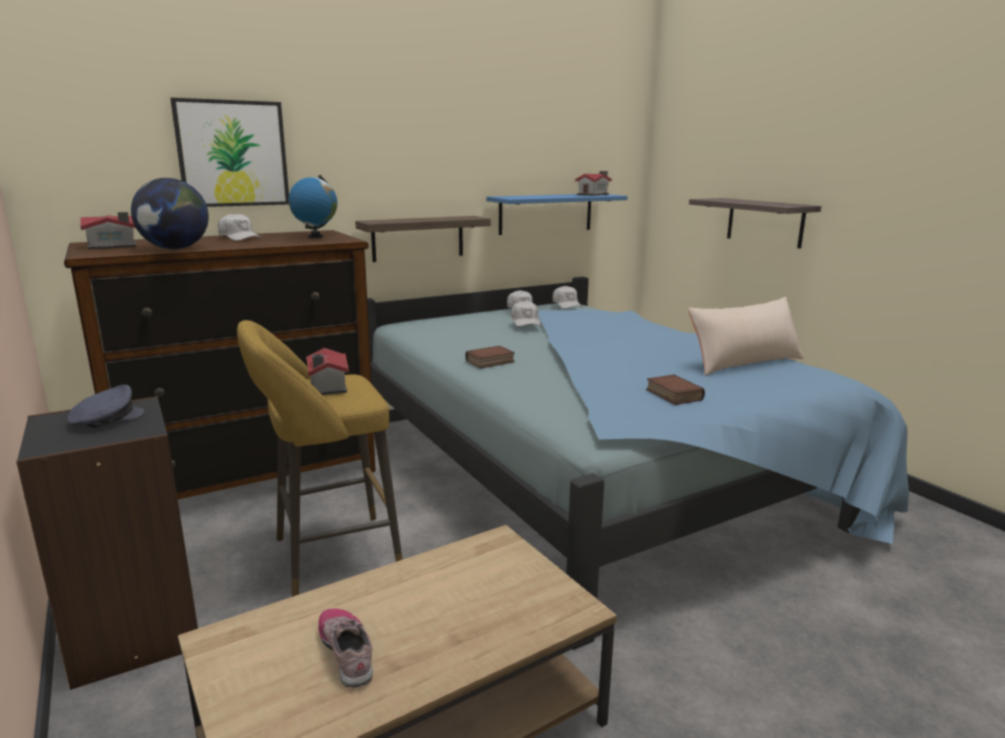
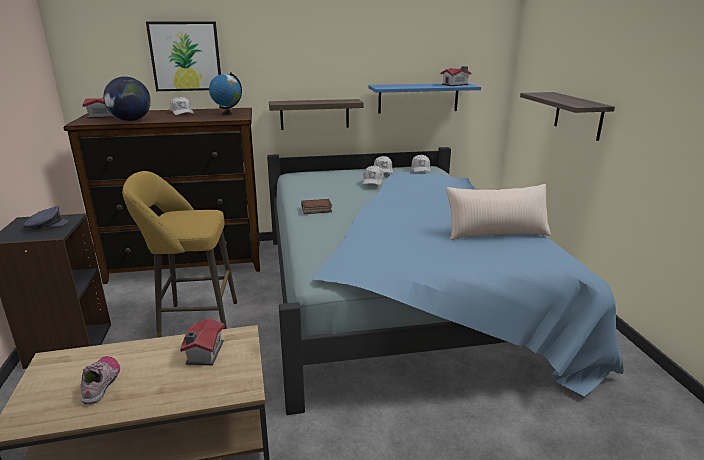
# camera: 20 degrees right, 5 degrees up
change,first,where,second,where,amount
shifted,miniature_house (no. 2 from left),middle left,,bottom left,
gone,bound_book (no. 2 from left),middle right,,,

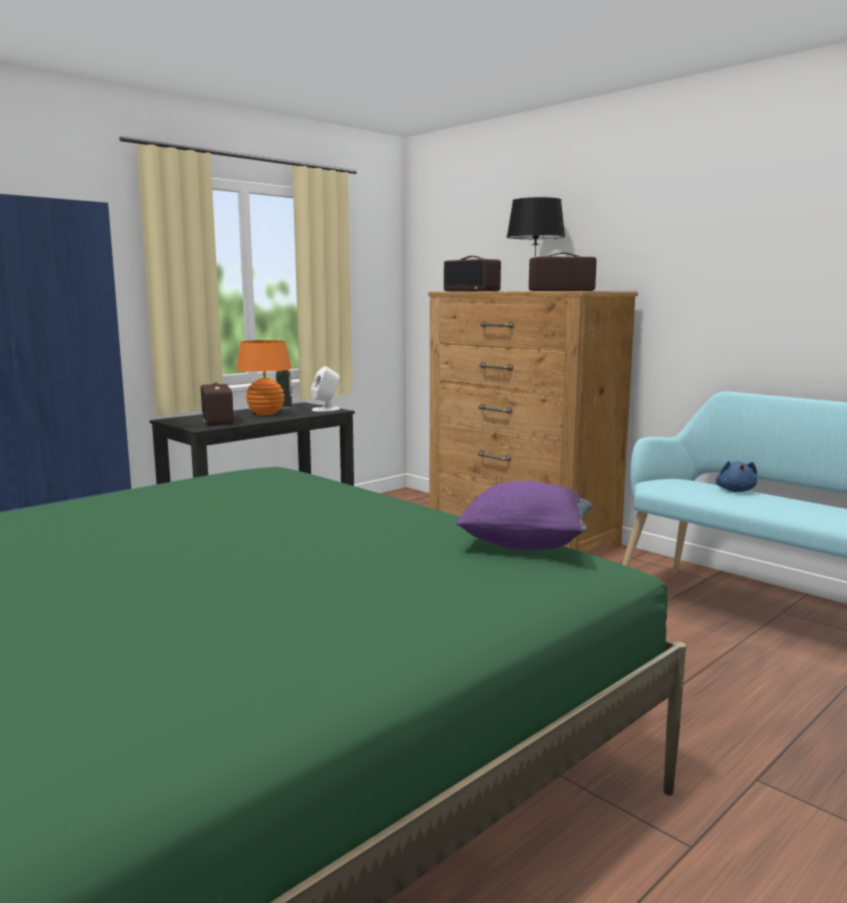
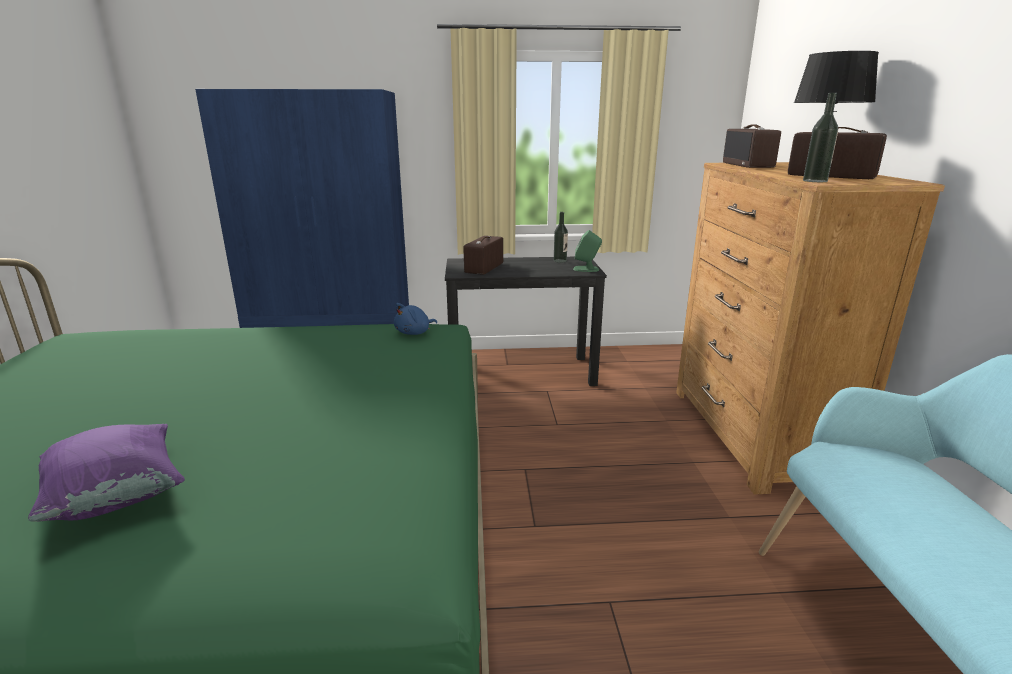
# camera: 40 degrees right, 10 degrees up
change,first,where,second,where,amount
gone,orange_tabletop_lamp,middle left,,,
repainted,white-coloured_audio_speaker,centre,green_audio_speaker,centre,
shifted,purple_pillow,centre,,bottom left,
shifted,blue_cuddly_toy,middle right,,centre,
new,,,drink_bottle (no. 2 from left),top right,

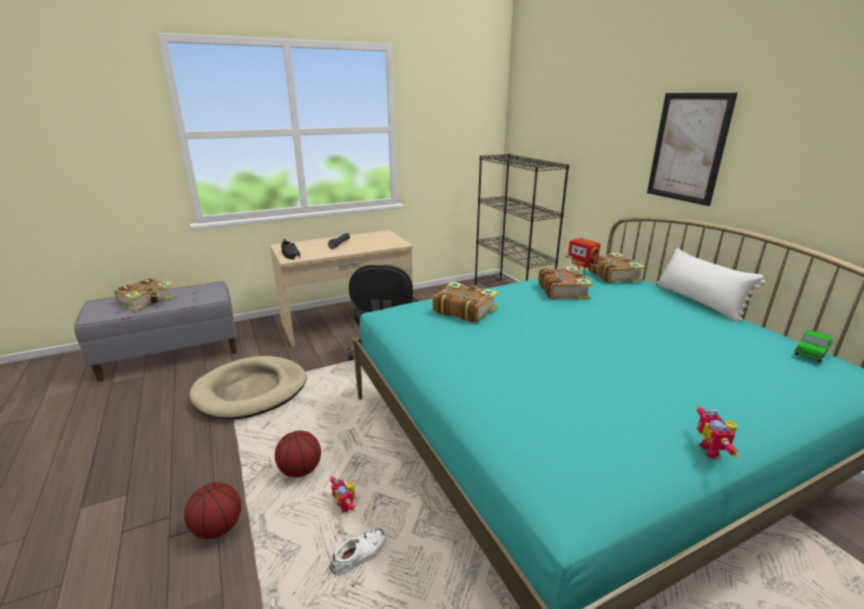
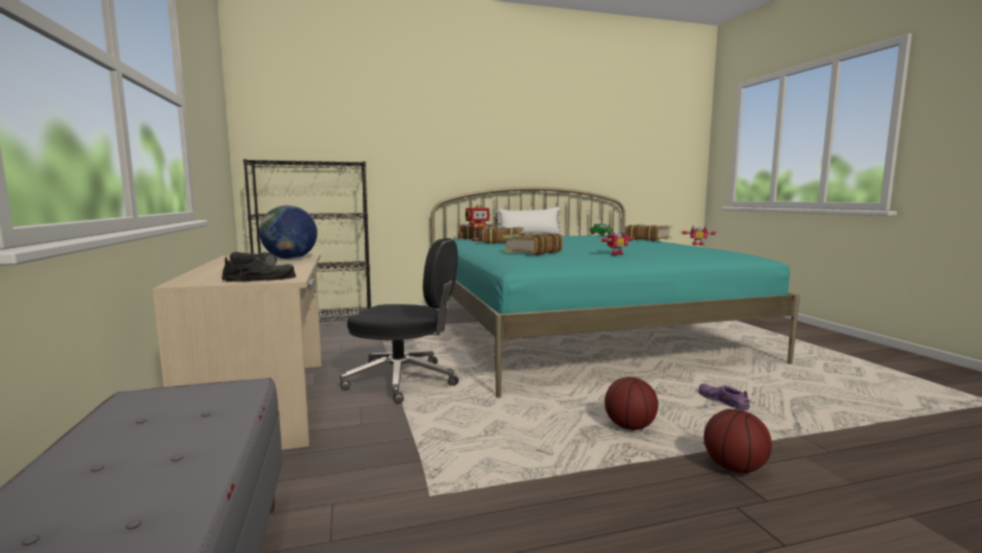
# camera: 80 degrees left, 15 degrees down
change,first,where,second,where,amount
shifted,bound_book (no. 1 from left in the first image),middle left,bound_book (no. 4 from left),centre,
gone,beige-coloured_dog_cushion,middle left,,,
shifted,toy_robot (no. 1 from left in the first image),bottom centre,toy_robot (no. 2 from left),centre,
repainted,white-coloured_item_of_footwear,bottom centre,purple_item_of_footwear,bottom right,
gone,wall_picture,top right,,,
new,,,globe,middle left,

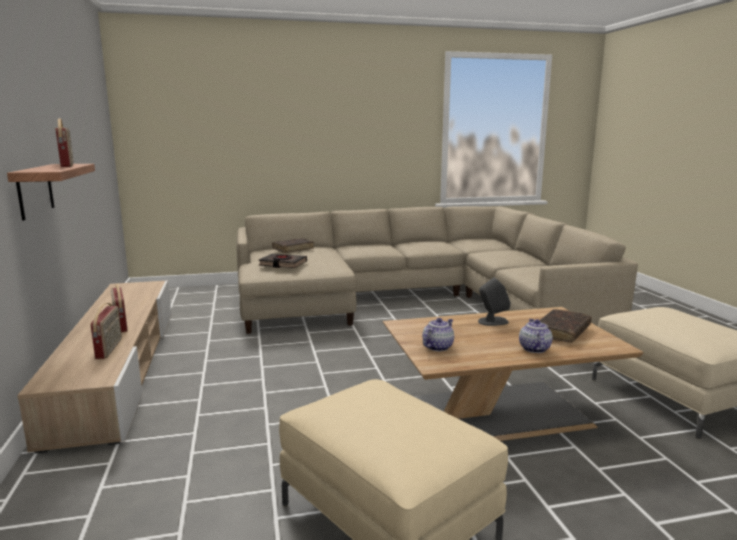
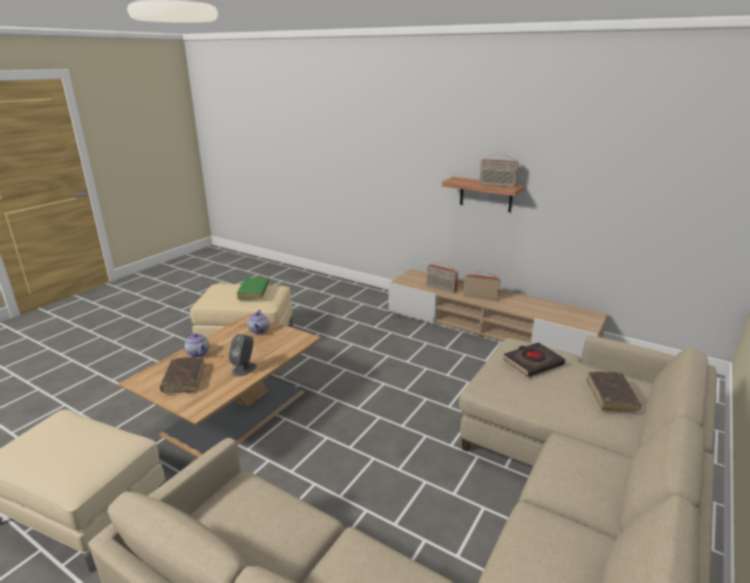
# camera: 135 degrees right, 10 degrees up
change,first,where,second,where,amount
new,,,green_bound_book,centre,

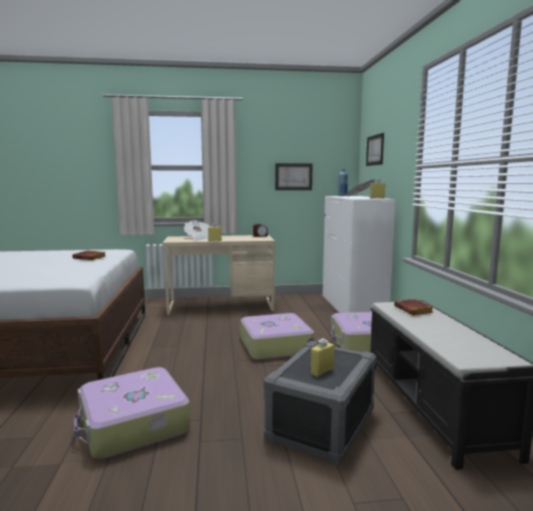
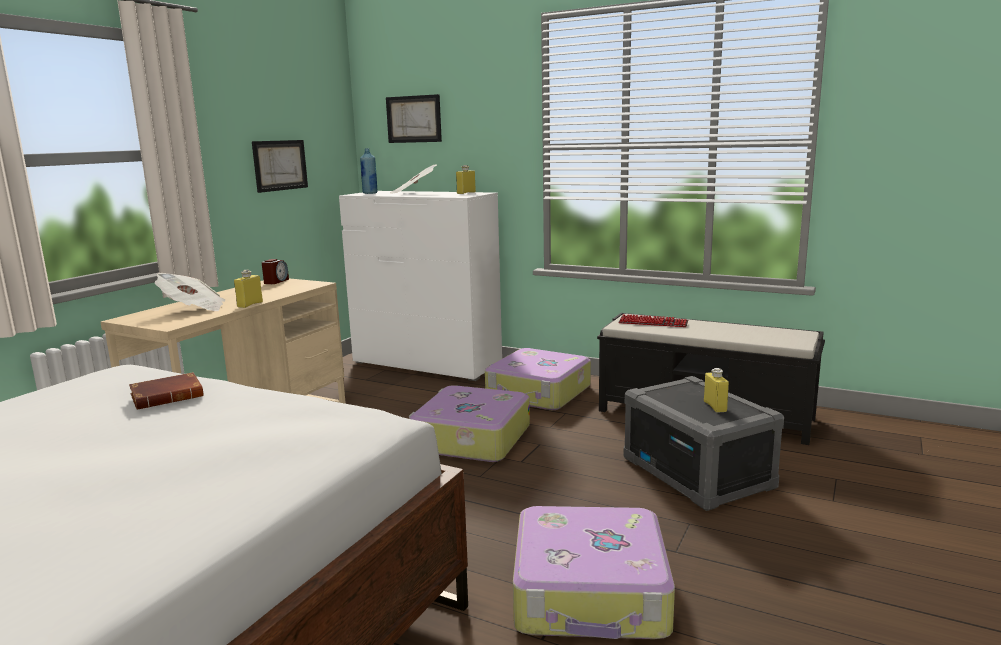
# camera: 55 degrees left, 5 degrees up
change,first,where,second,where,amount
swapped,brown-coloured_bound_book (no. 2 from left),middle right,keyboard,centre,

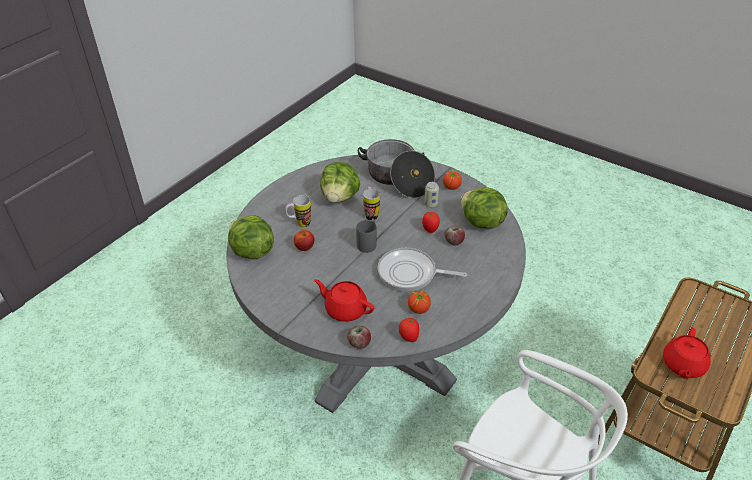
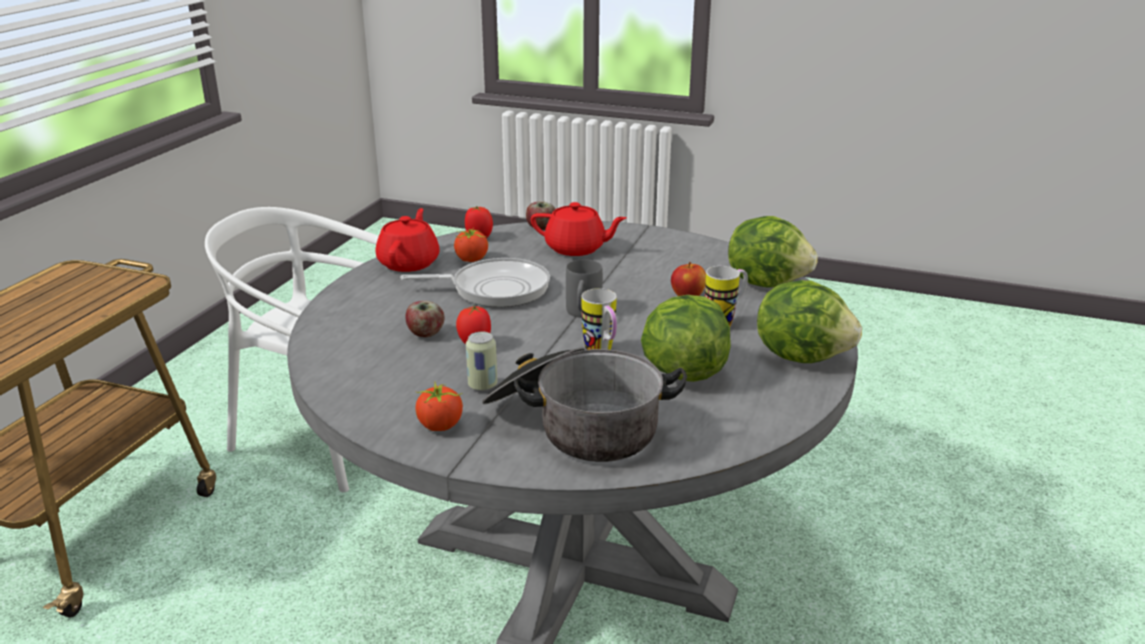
# camera: 165 degrees right, 15 degrees down
change,first,where,second,where,amount
shifted,head_of_lettuce (no. 3 from left),centre,,middle right,
shifted,red-coloured_pot_for_tea (no. 2 from left in the first image),bottom right,red-coloured_pot_for_tea (no. 1 from left),centre,

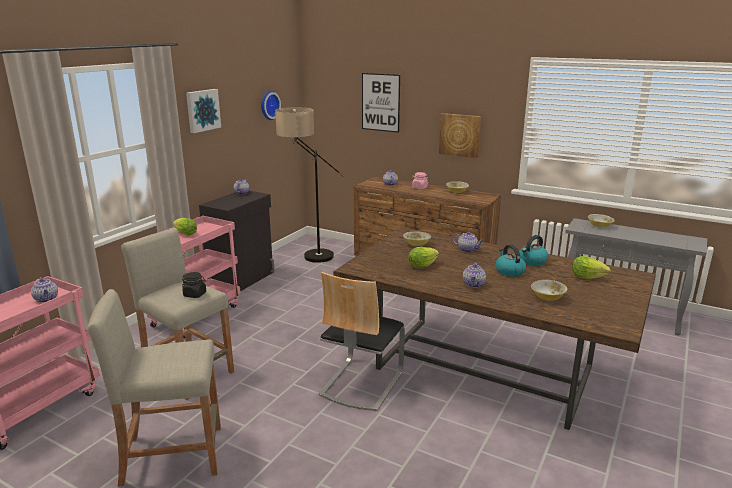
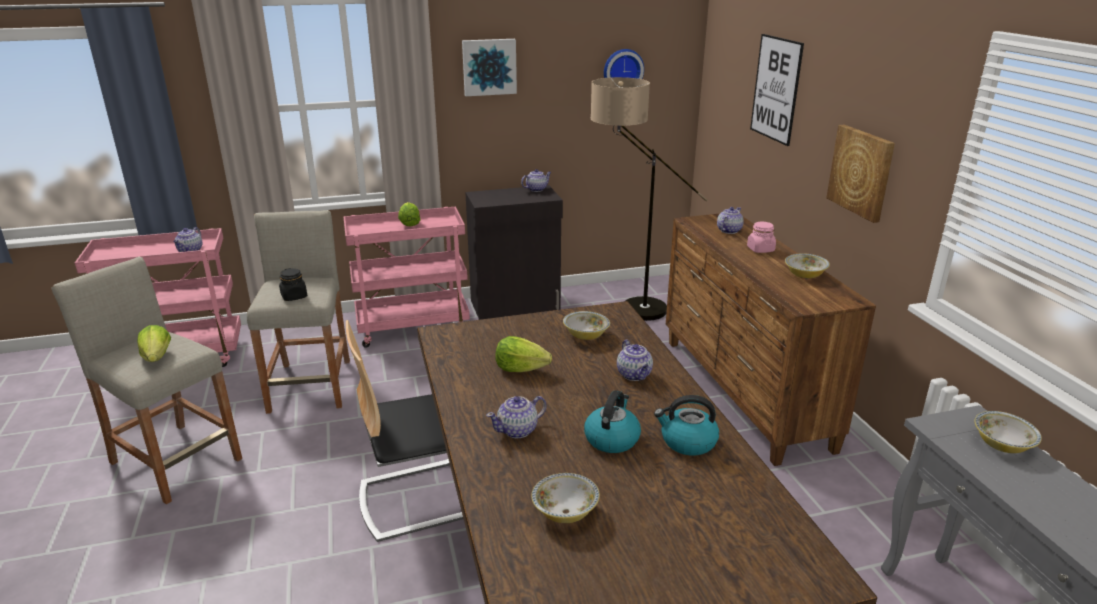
# camera: 45 degrees right, 5 degrees up
change,first,where,second,where,amount
shifted,head_of_lettuce (no. 3 from left in the first image),middle right,head_of_lettuce (no. 1 from left),middle left,

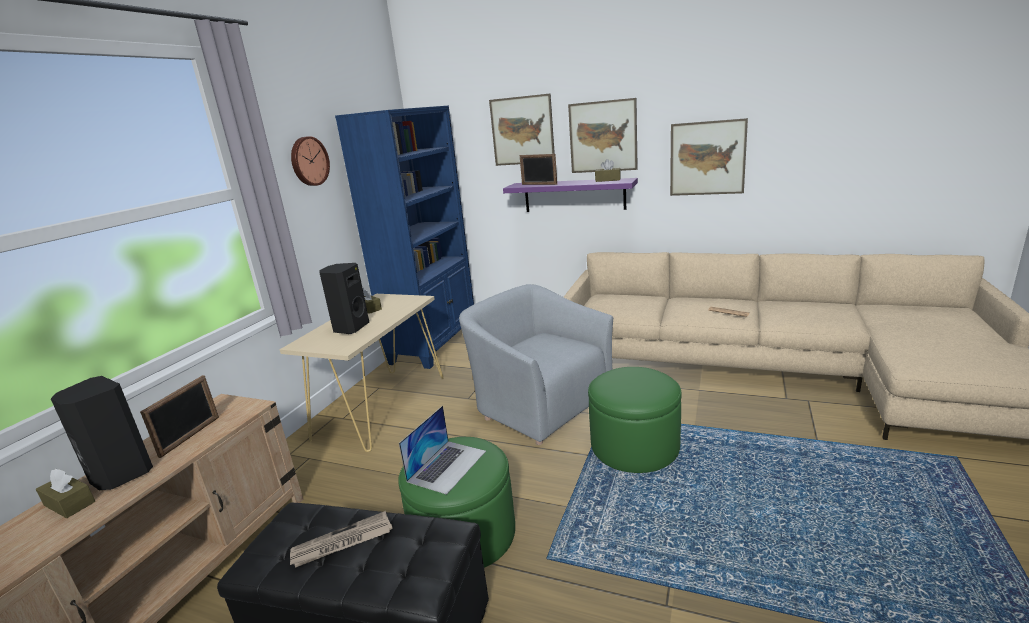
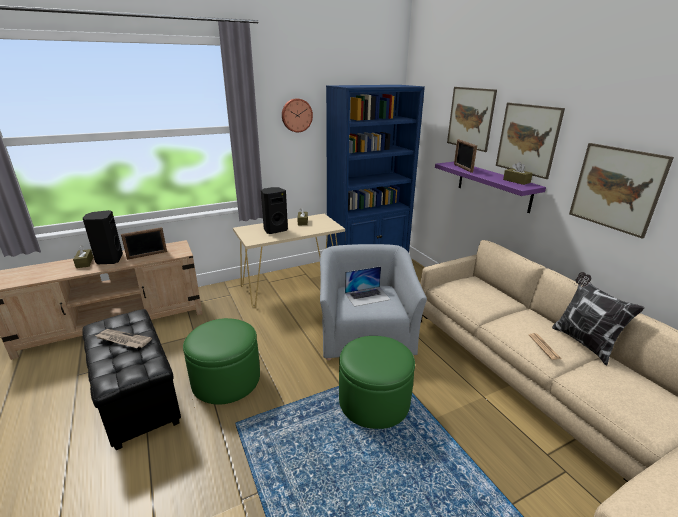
# camera: 40 degrees right, 5 degrees up
change,first,where,second,where,amount
shifted,notebook_computer,bottom centre,,centre,
new,,,pillow,middle right,

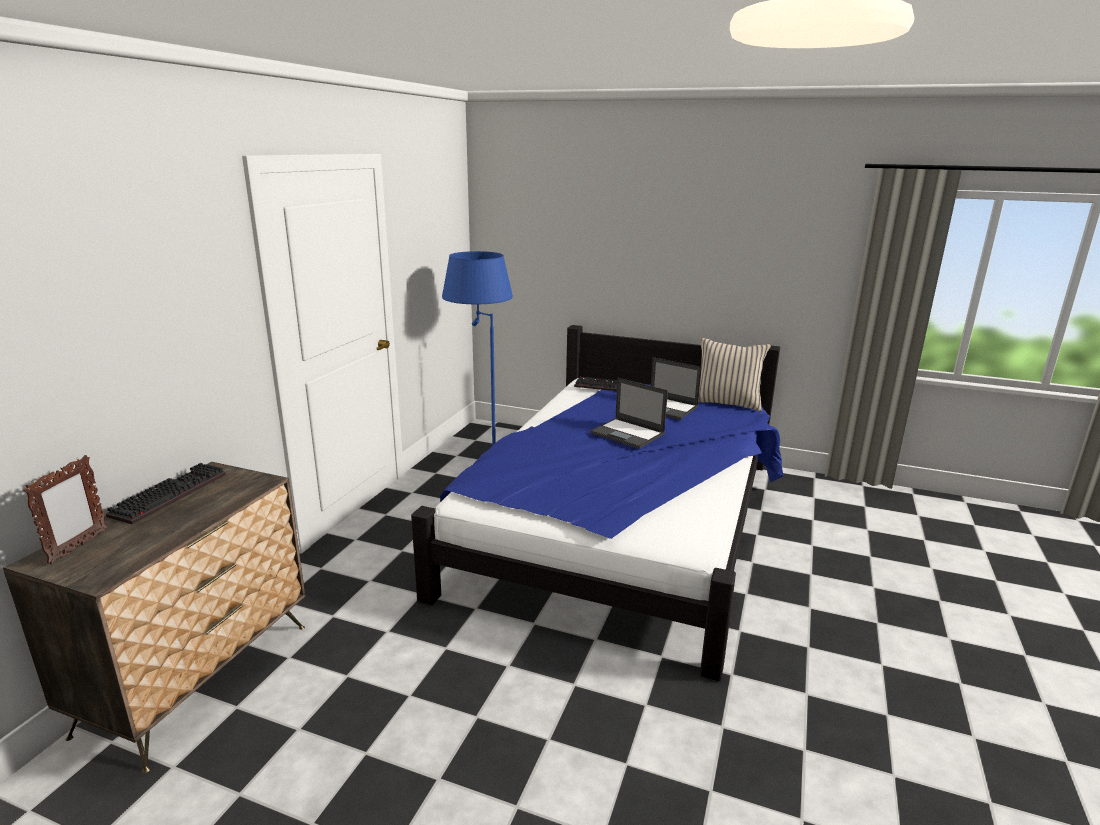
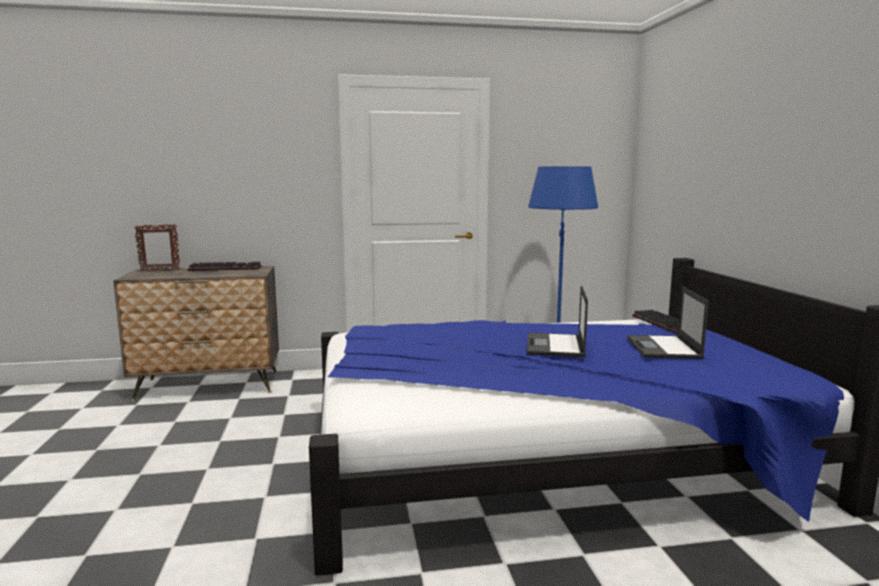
# camera: 60 degrees right, 10 degrees down
change,first,where,second,where,amount
gone,beige-coloured_pillow,middle right,,,

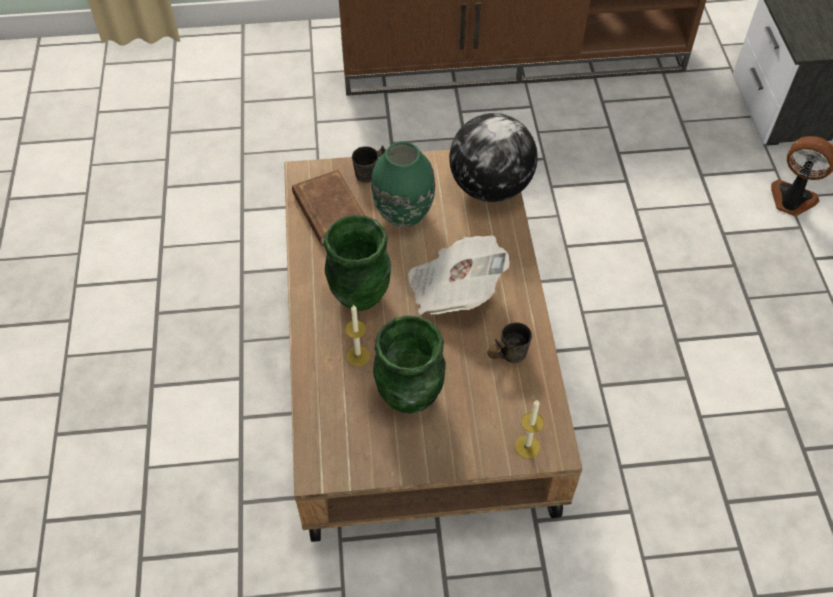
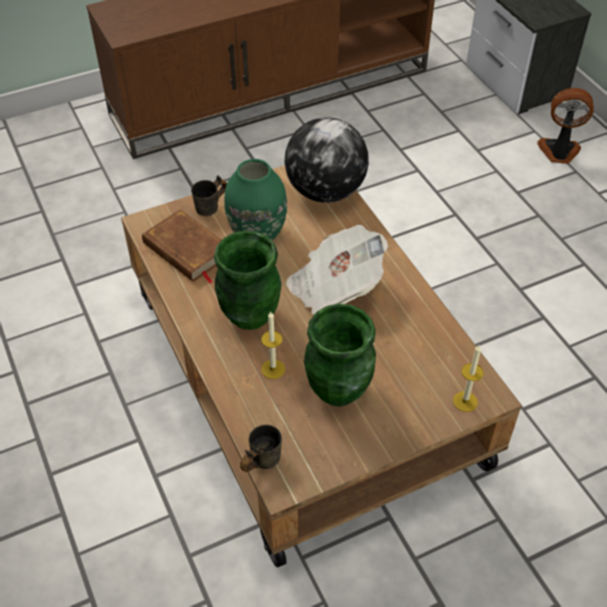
# camera: 20 degrees left, 5 degrees down
change,first,where,second,where,amount
shifted,gray_mug (no. 2 from left),centre,,bottom centre,

